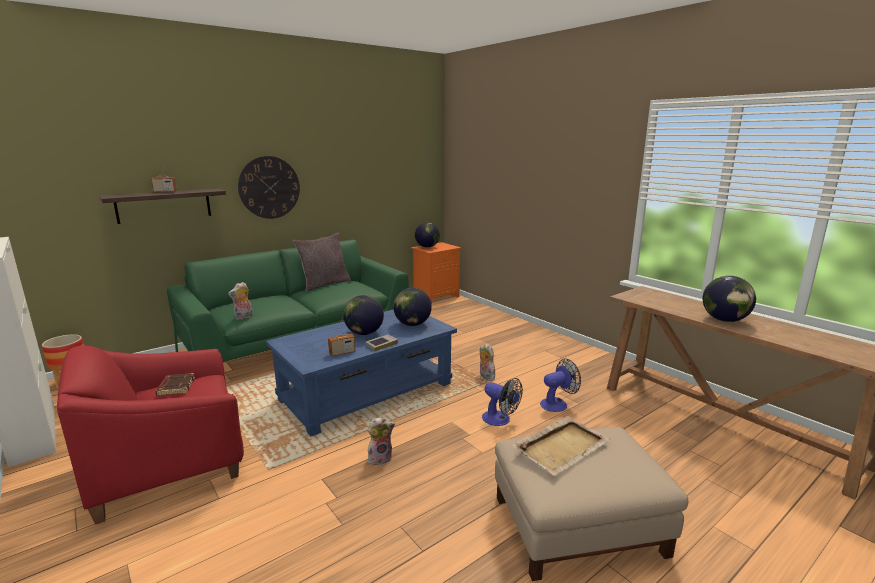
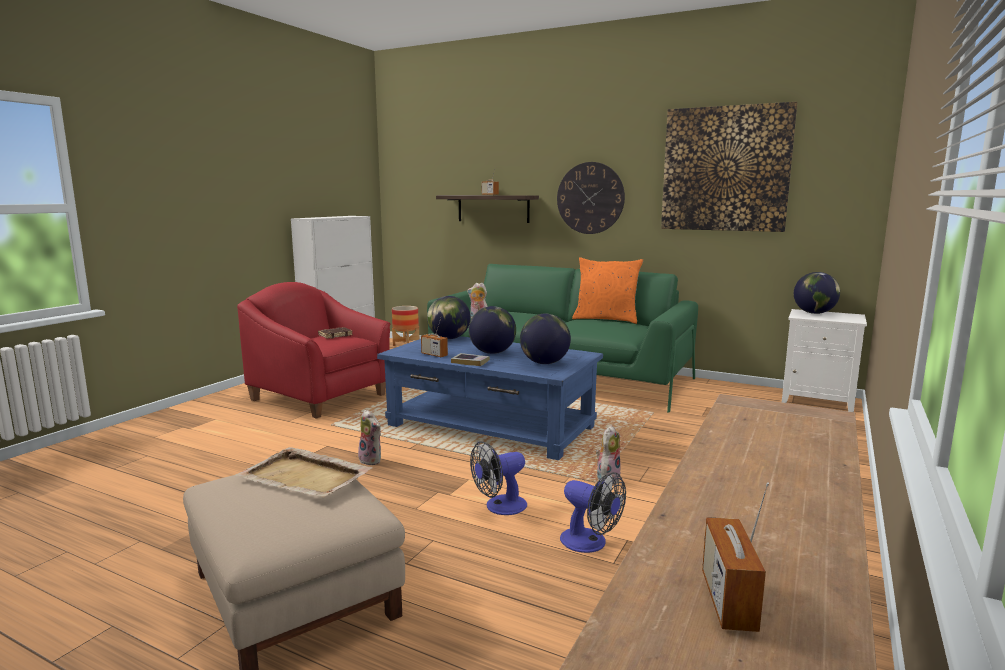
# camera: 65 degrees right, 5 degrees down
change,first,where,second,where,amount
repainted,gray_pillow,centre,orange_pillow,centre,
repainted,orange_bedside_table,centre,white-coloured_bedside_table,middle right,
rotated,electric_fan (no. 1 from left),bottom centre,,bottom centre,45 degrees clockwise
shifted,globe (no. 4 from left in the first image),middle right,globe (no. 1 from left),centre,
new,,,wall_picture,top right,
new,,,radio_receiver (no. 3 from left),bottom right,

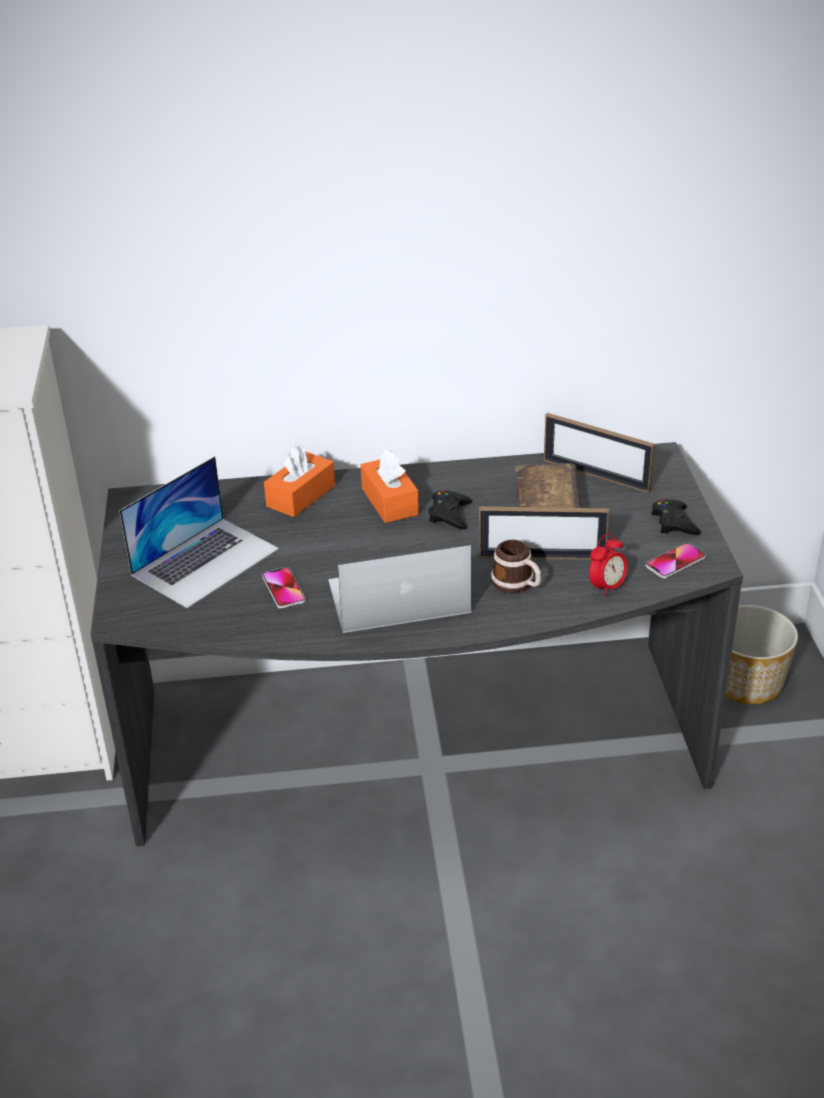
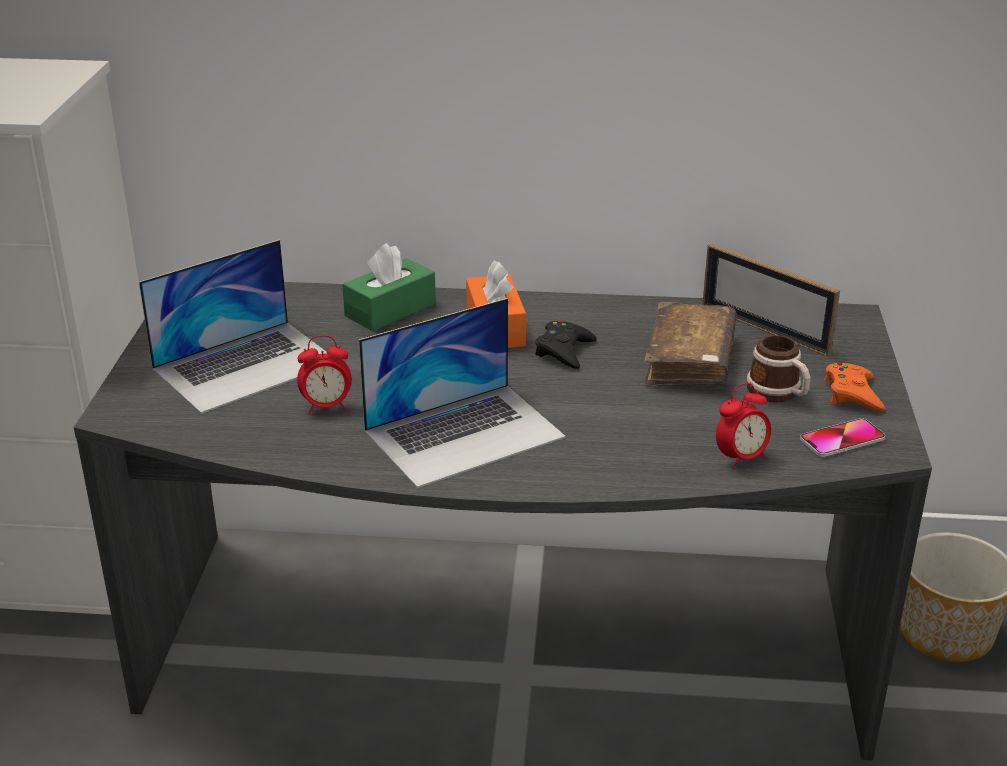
# camera: 10 degrees right, 5 degrees down
change,first,where,second,where,amount
swapped,phone (no. 1 from left),centre,alarm_clock (no. 1 from left),middle left,
repainted,orange_tissue_box (no. 1 from left),centre,green_tissue_box,centre,
rotated,notebook_computer (no. 2 from left),centre,,centre,150 degrees clockwise
gone,standing_frame (no. 1 from left),centre,,,
shifted,mug,centre,,middle right,
repainted,black_gamepad (no. 2 from left),middle right,orange_gamepad,middle right,

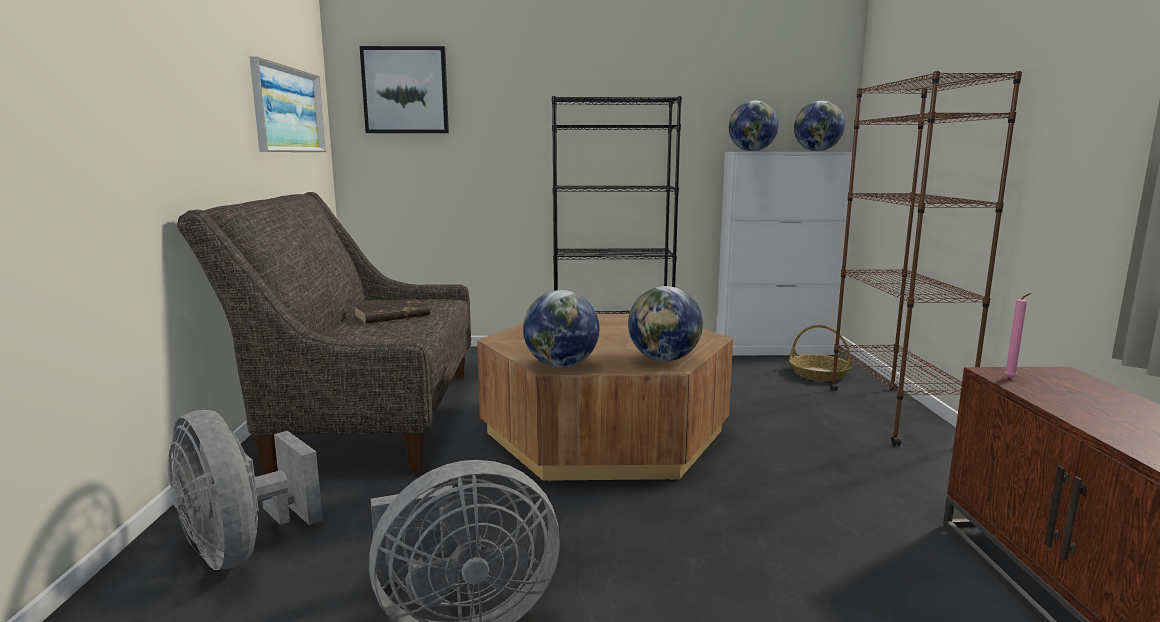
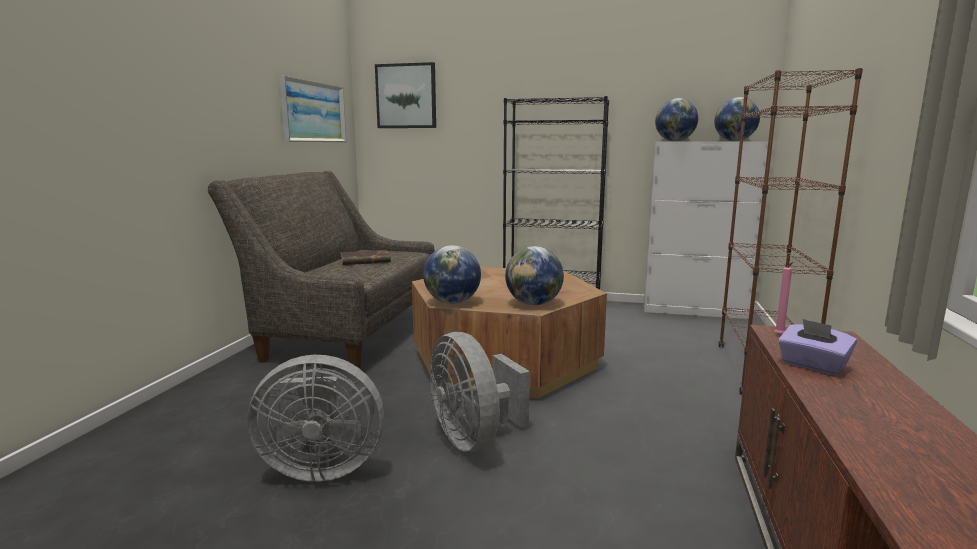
# camera: 15 degrees right, 0 degrees up
change,first,where,second,where,amount
shifted,gray_electric_fan (no. 1 from left in the first image),bottom left,gray_electric_fan (no. 2 from left),bottom centre,
gone,household_basket,middle right,,,
new,,,purple_tissue_box,middle right,

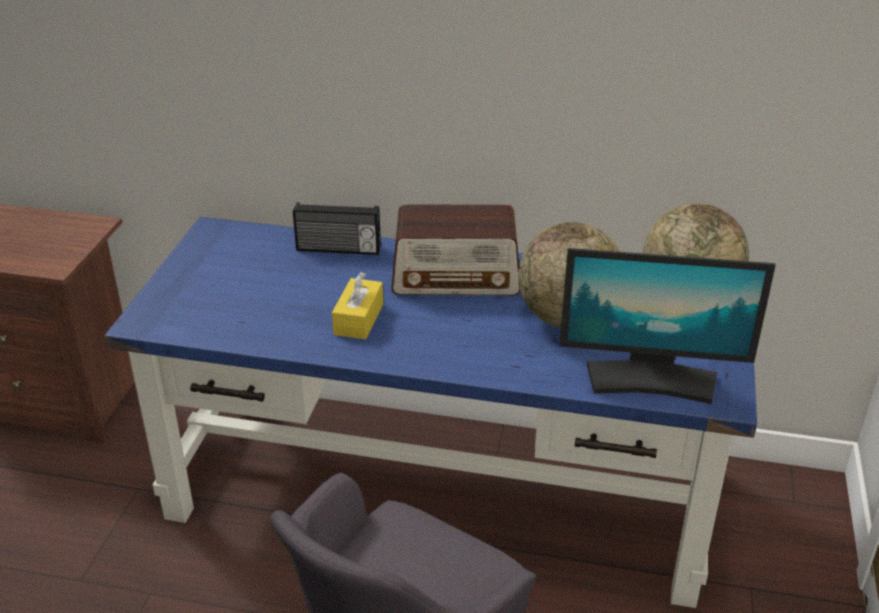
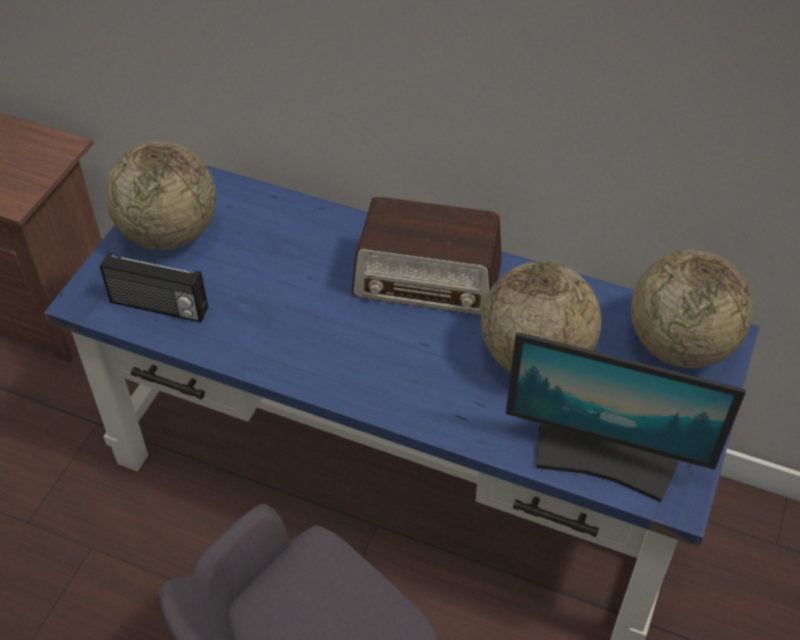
# camera: 10 degrees right, 15 degrees up
change,first,where,second,where,amount
shifted,radio_receiver (no. 1 from left),centre,,middle left,
gone,yellow-coloured_tissue_box,centre,,,
new,,,globe (no. 1 from left),top left,

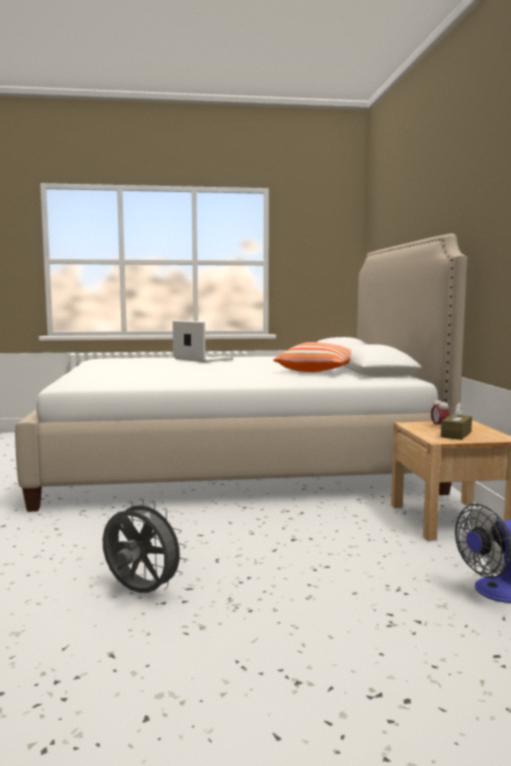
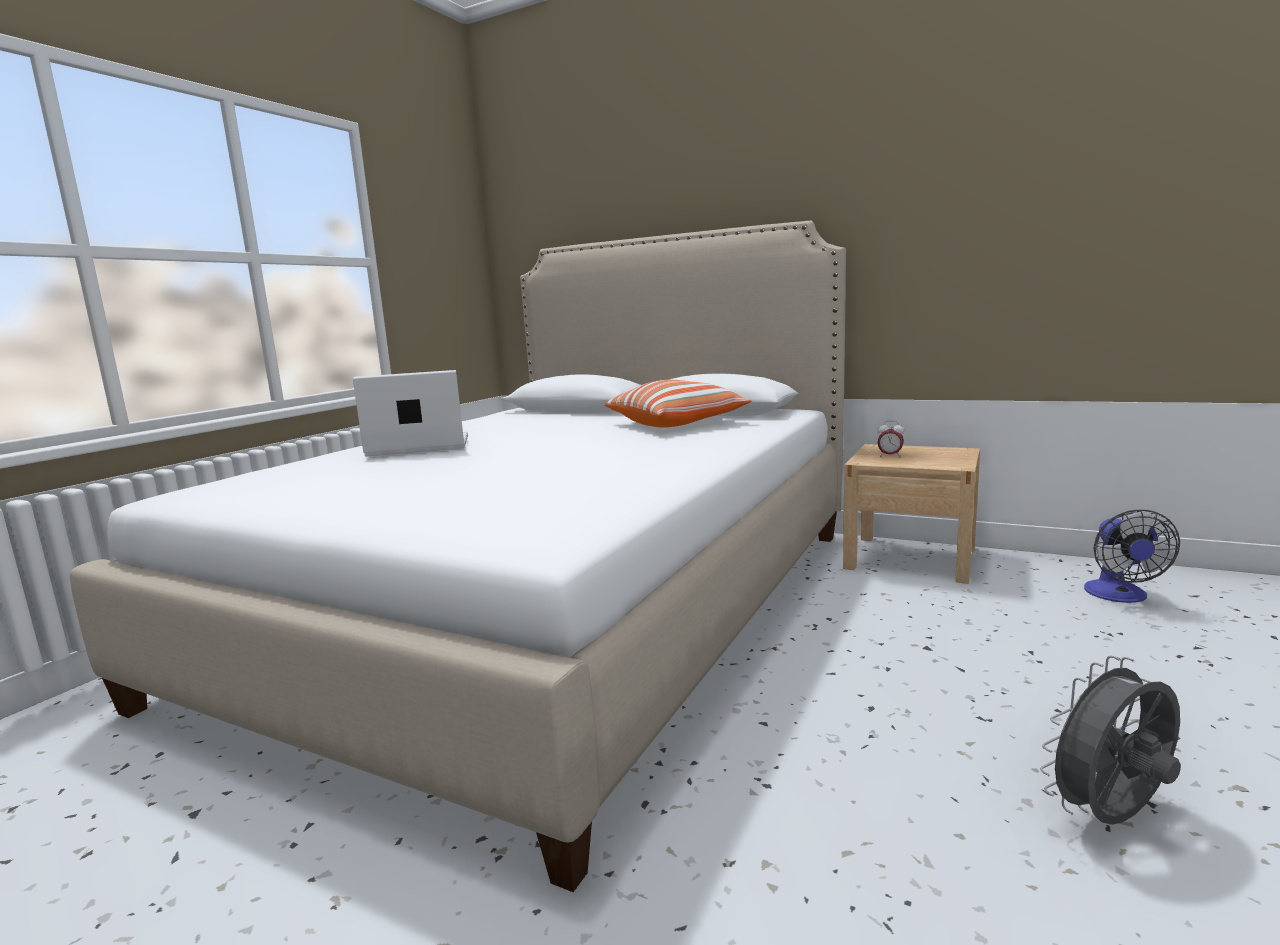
# camera: 55 degrees left, 5 degrees up
change,first,where,second,where,amount
gone,brown-coloured_tissue_box,middle right,,,

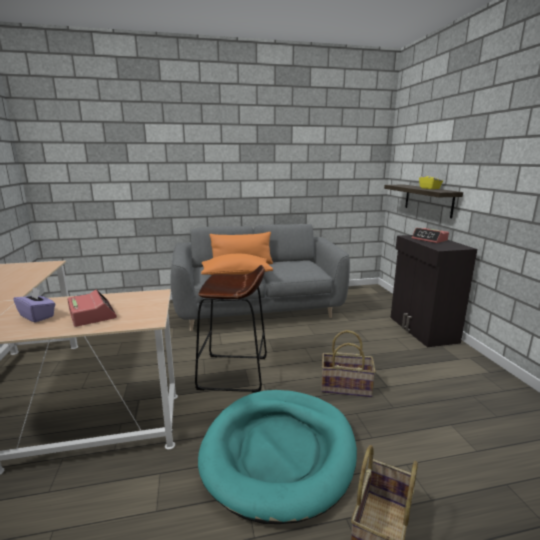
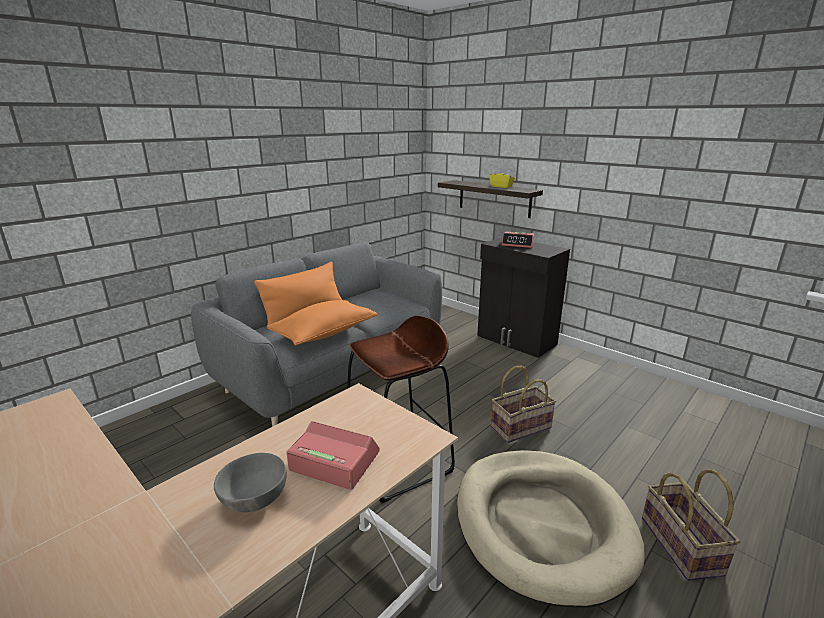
# camera: 35 degrees left, 5 degrees up
change,first,where,second,where,amount
swapped,purple_tissue_box,middle left,gray_serving_bowl,bottom left,
repainted,turquoise_dog_cushion,bottom centre,beige-coloured_dog_cushion,bottom right,

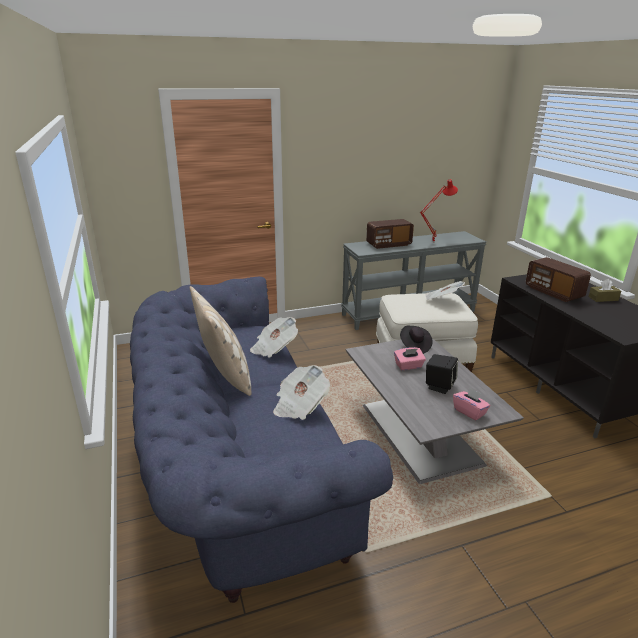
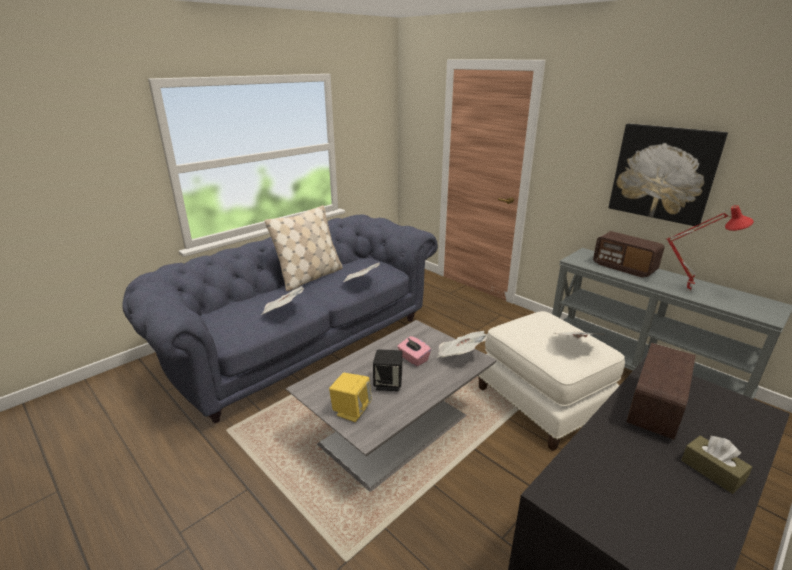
# camera: 65 degrees right, 0 degrees up
change,first,where,second,where,amount
swapped,black_wearable_hat,centre,daily_paper (no. 3 from left),centre,
swapped,pink_tissue_box (no. 2 from left),middle right,yellow-coloured_audio_speaker,bottom centre,
new,,,wall_picture,top right,

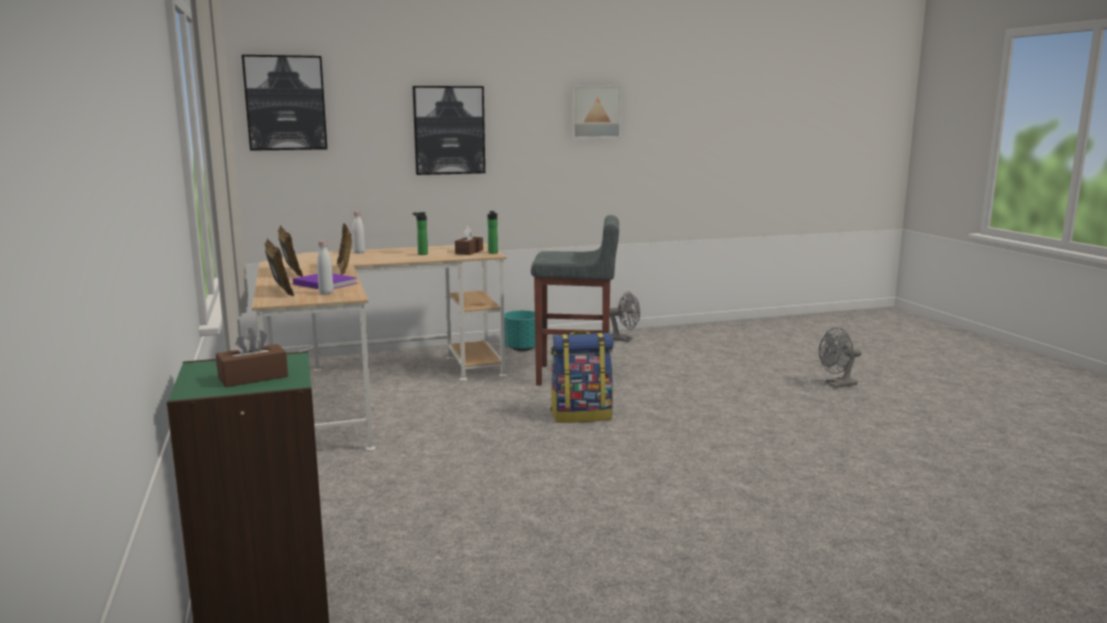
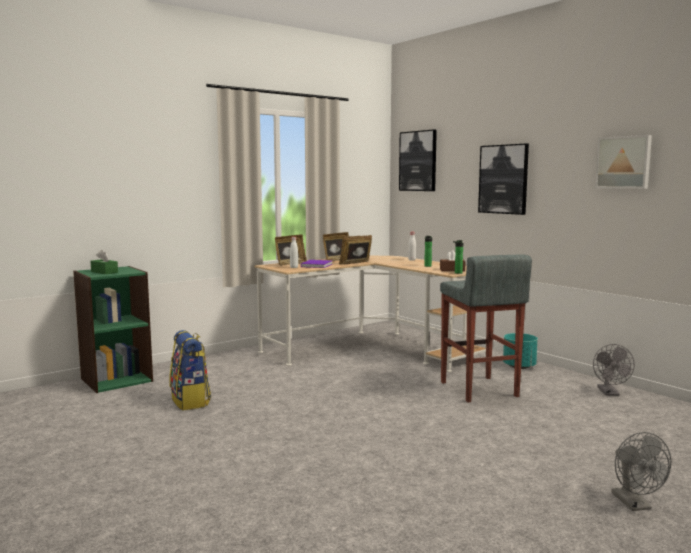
# camera: 70 degrees right, 5 degrees down
change,first,where,second,where,amount
repainted,brown-coloured_tissue_box (no. 1 from left),middle left,green_tissue_box,middle left,
shifted,knapsack,centre,,bottom left,
rotated,gray_electric_fan (no. 2 from left),middle right,,bottom right,150 degrees counterclockwise

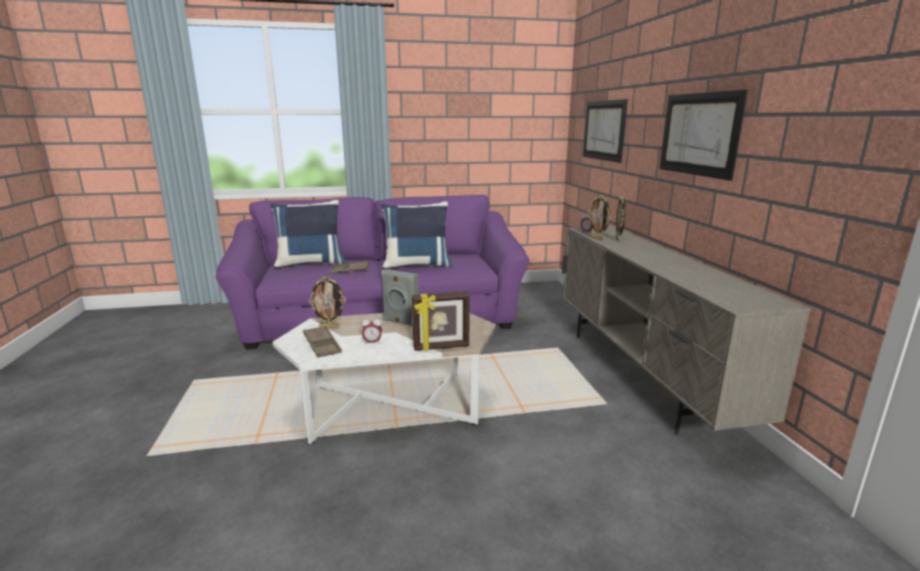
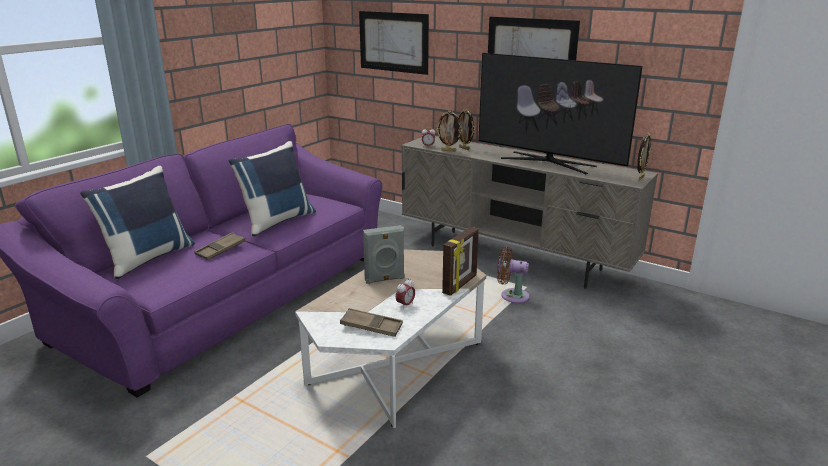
# camera: 45 degrees left, 5 degrees up
change,first,where,second,where,amount
shifted,standing_frame (no. 1 from left in the first image),centre,standing_frame (no. 4 from left),middle right,
new,,,TV,top right,
new,,,brown-coloured_electric_fan,centre,

